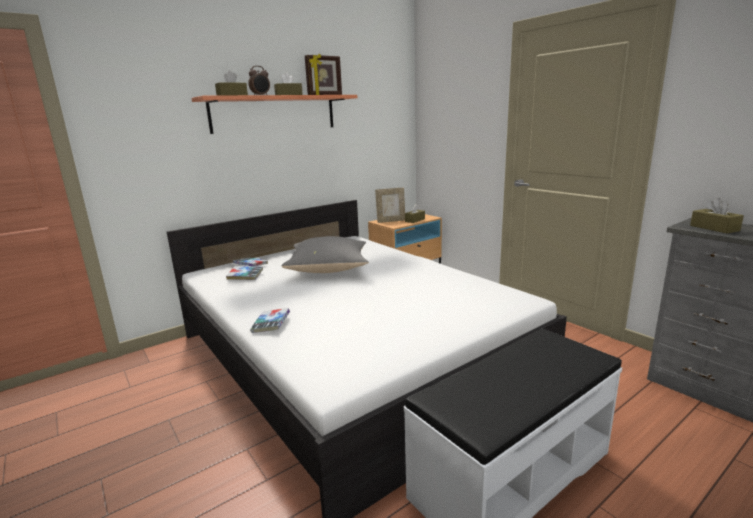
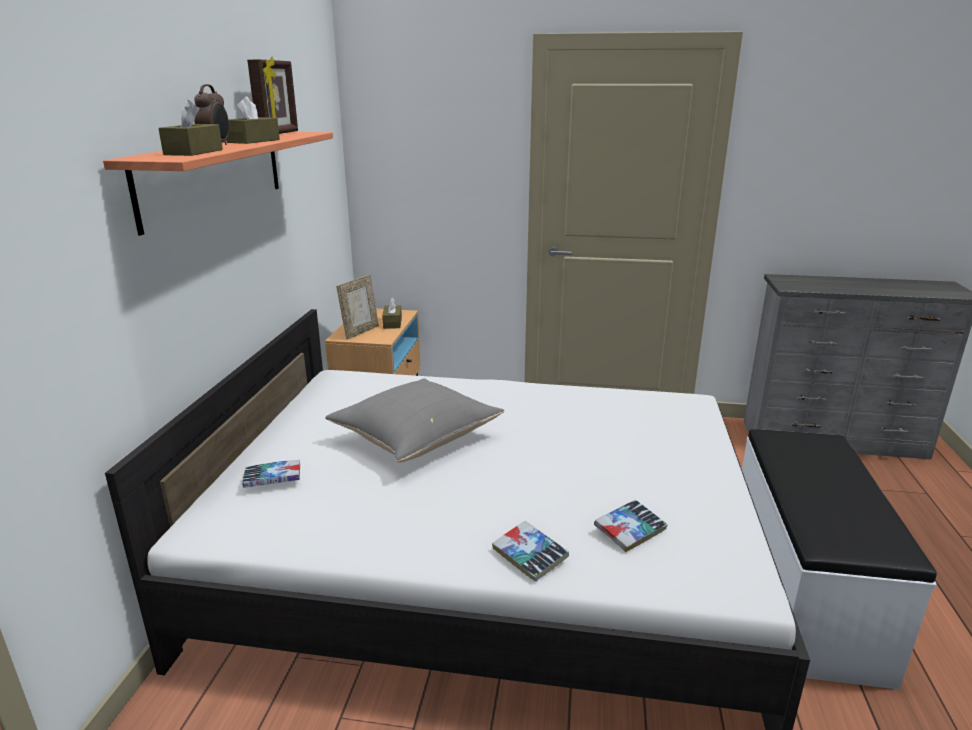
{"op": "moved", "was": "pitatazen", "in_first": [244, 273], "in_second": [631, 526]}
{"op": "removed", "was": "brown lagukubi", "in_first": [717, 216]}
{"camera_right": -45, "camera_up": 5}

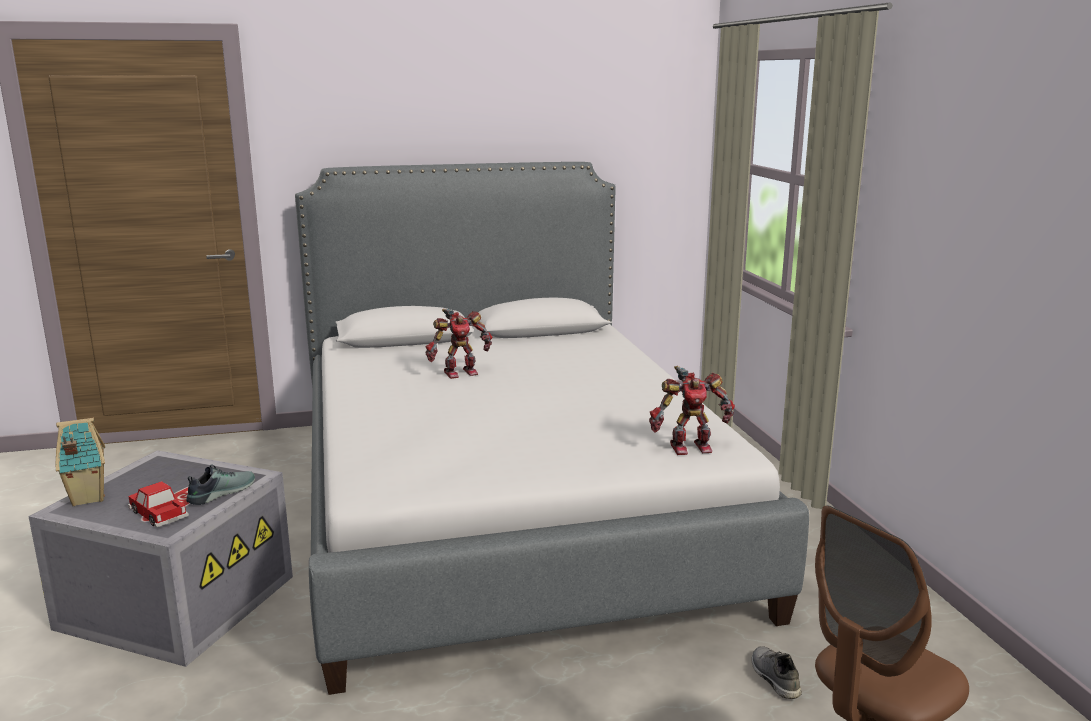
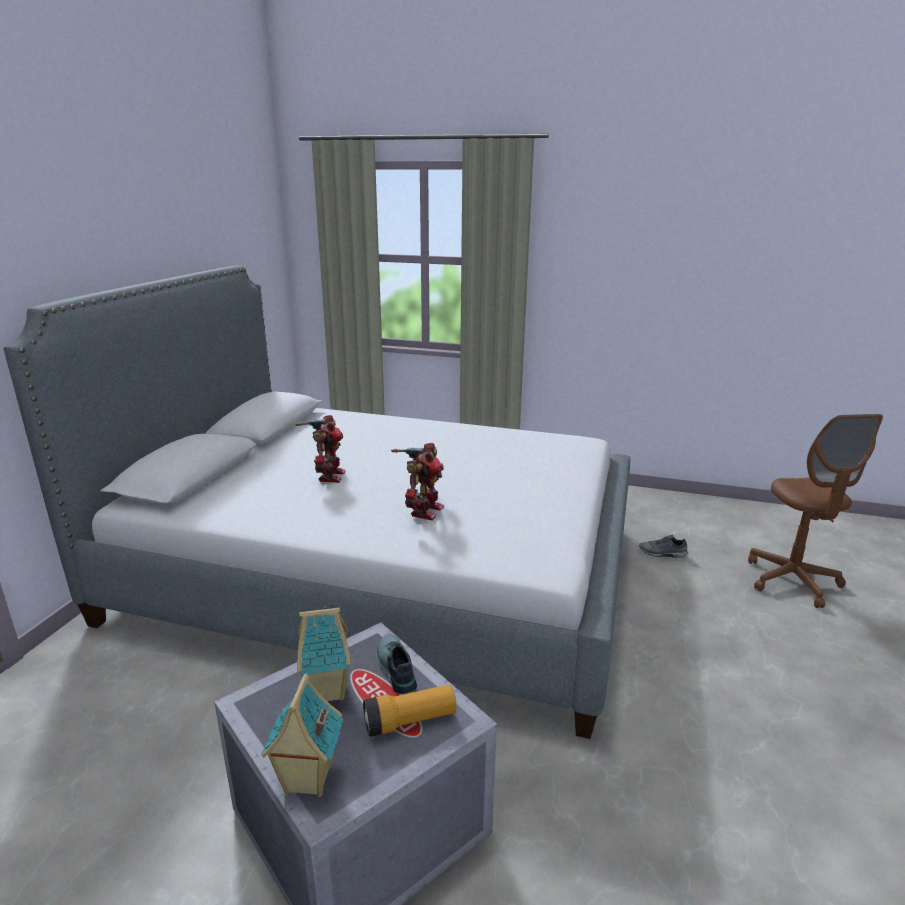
{"op": "replaced", "was": "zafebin", "now": "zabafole", "in_first": [158, 504], "in_second": [409, 711]}
{"op": "moved", "was": "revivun", "in_first": [692, 410], "in_second": [417, 481]}
{"op": "added", "now": "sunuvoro", "in_second": [324, 652]}
{"camera_right": -60, "camera_up": 5}

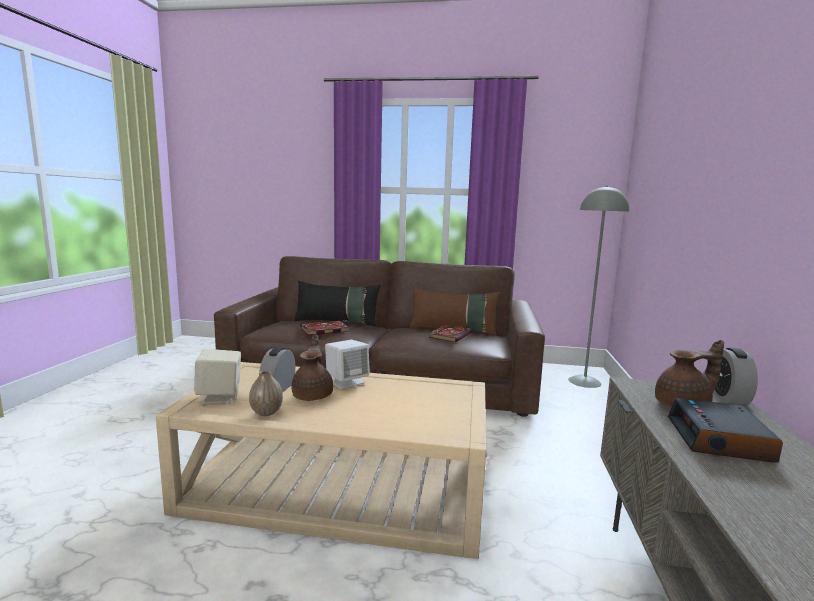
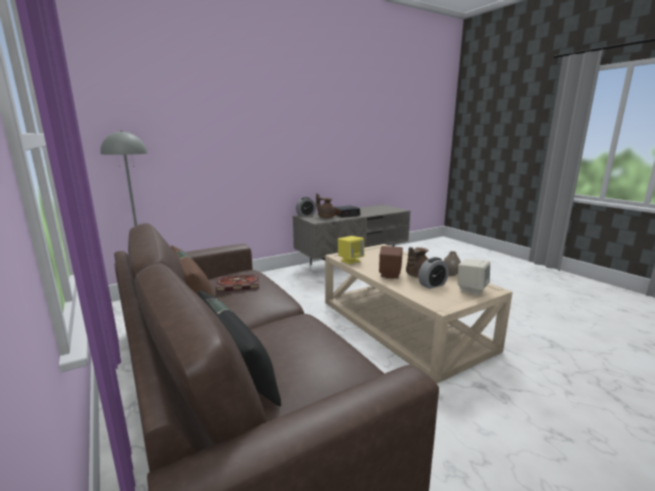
{"op": "removed", "was": "pitatazen", "in_first": [324, 328]}
{"op": "recoloured", "was": "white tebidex", "now": "brown tebidex", "in_first": [347, 364], "in_second": [391, 262]}
{"op": "added", "now": "yellow tebidex", "in_second": [351, 250]}
{"camera_right": -130, "camera_up": 5}

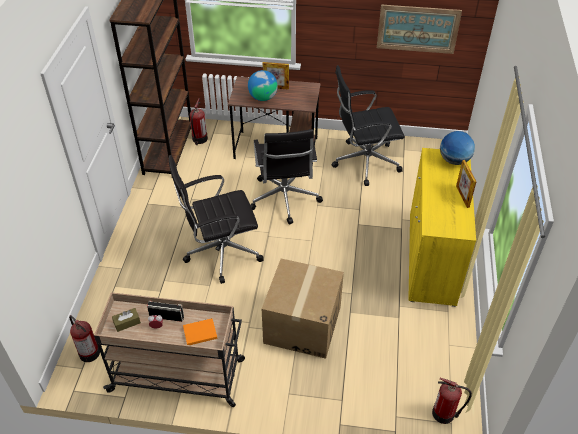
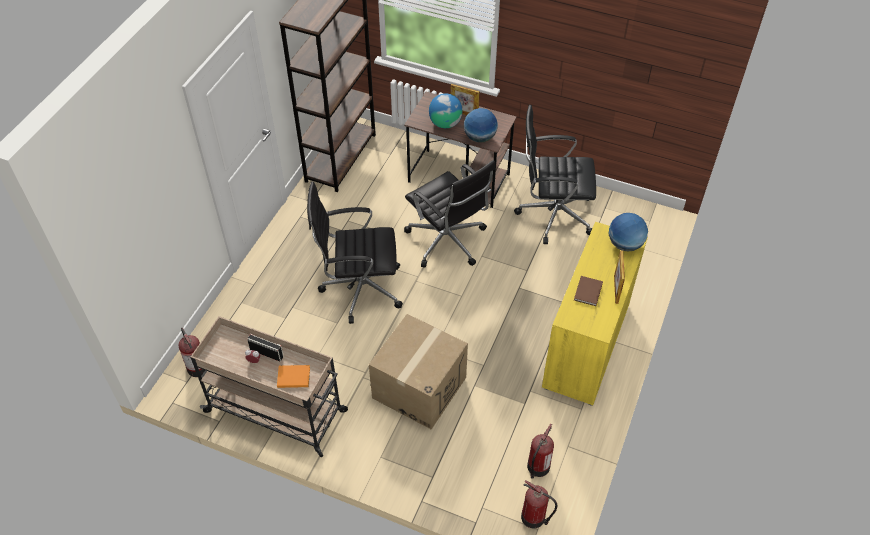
{"op": "removed", "was": "brown lagukubi", "in_first": [126, 320]}
{"op": "moved", "was": "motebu", "in_first": [199, 121], "in_second": [540, 451]}
{"op": "turned", "was": "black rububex", "in_first": [286, 176], "in_second": [449, 214], "clockwise": -45}
{"op": "removed", "was": "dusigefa", "in_first": [419, 29]}
{"op": "added", "now": "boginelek", "in_second": [481, 125]}
{"op": "added", "now": "brown pitatazen", "in_second": [588, 291]}
{"camera_right": 15, "camera_up": 5}

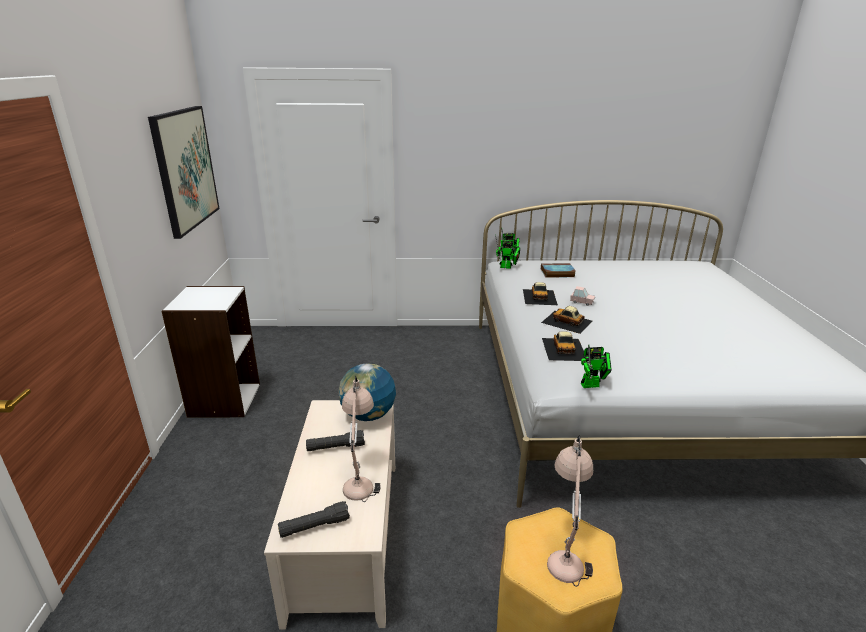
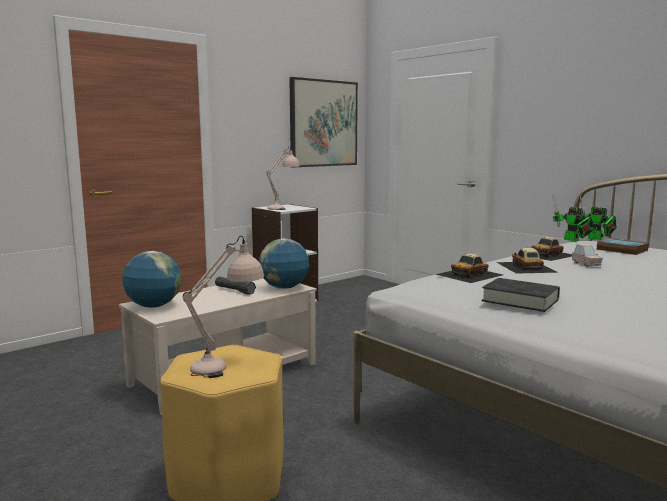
{"op": "replaced", "was": "black zabafole", "now": "boginelek", "in_first": [314, 519], "in_second": [152, 279]}
{"op": "moved", "was": "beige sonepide", "in_first": [361, 439], "in_second": [283, 178]}
{"op": "removed", "was": "revivun", "in_first": [596, 366]}
{"op": "added", "now": "black pitatazen", "in_second": [521, 295]}
{"camera_right": 50, "camera_up": -15}

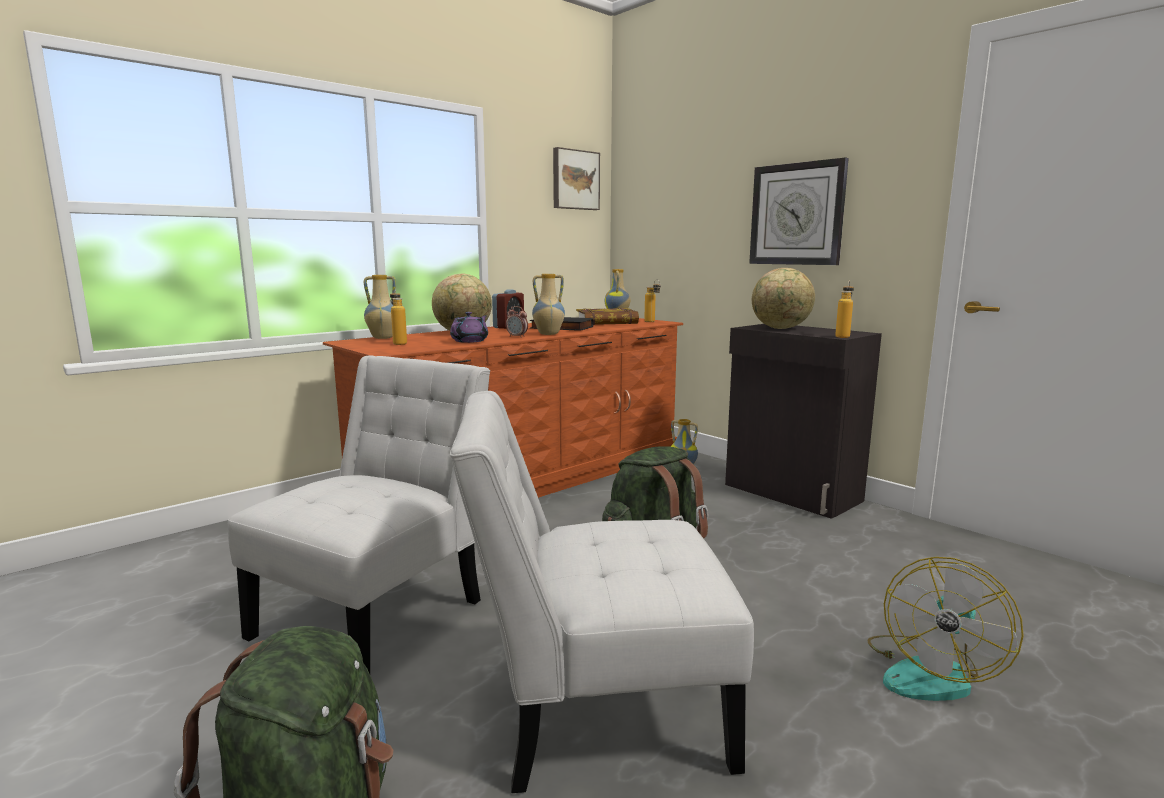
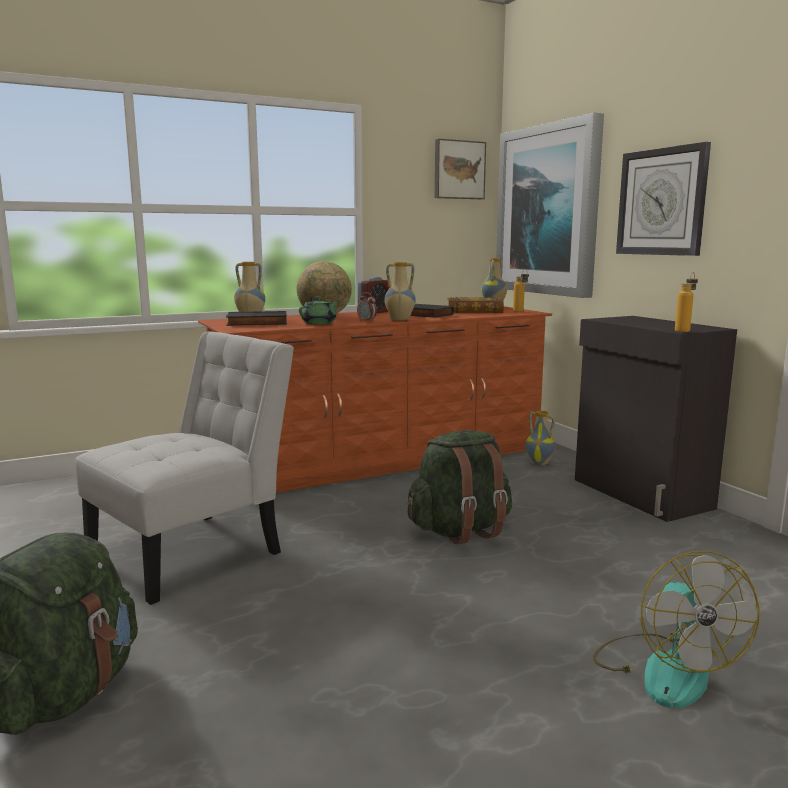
{"op": "replaced", "was": "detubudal", "now": "black pitatazen", "in_first": [398, 316], "in_second": [256, 318]}
{"op": "recoloured", "was": "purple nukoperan", "now": "green nukoperan", "in_first": [469, 327], "in_second": [319, 310]}
{"op": "removed", "was": "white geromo", "in_first": [602, 592]}
{"op": "removed", "was": "boginelek", "in_first": [783, 298]}
{"op": "turned", "was": "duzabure", "in_first": [946, 629], "in_second": [676, 629], "clockwise": -60}
{"op": "added", "now": "dusigefa", "in_second": [550, 205]}
{"camera_right": 15, "camera_up": 0}

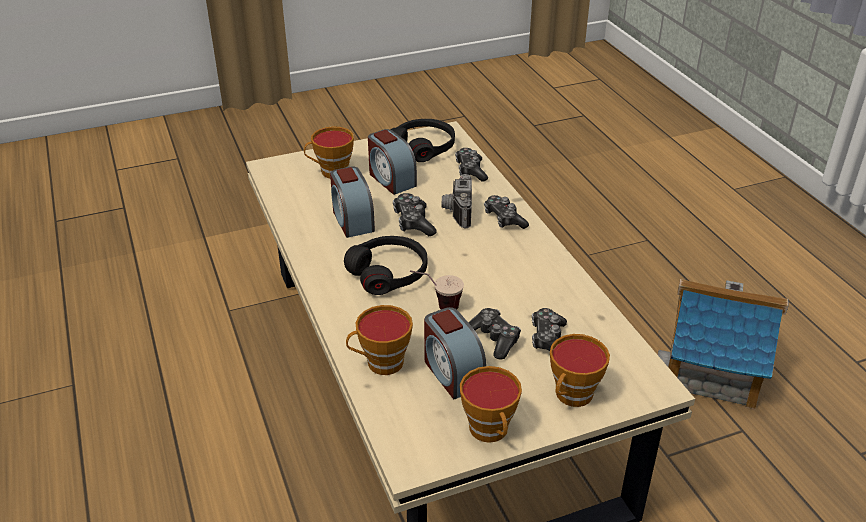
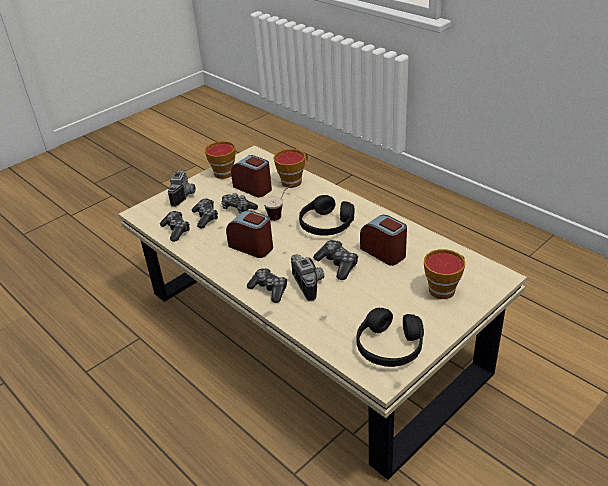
{"op": "moved", "was": "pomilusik", "in_first": [392, 162], "in_second": [249, 234]}
{"op": "moved", "was": "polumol", "in_first": [471, 165], "in_second": [175, 226]}
{"op": "replaced", "was": "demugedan", "now": "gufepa", "in_first": [580, 370], "in_second": [182, 188]}
{"op": "removed", "was": "sunuvoro", "in_first": [723, 344]}
{"camera_right": 160, "camera_up": 0}

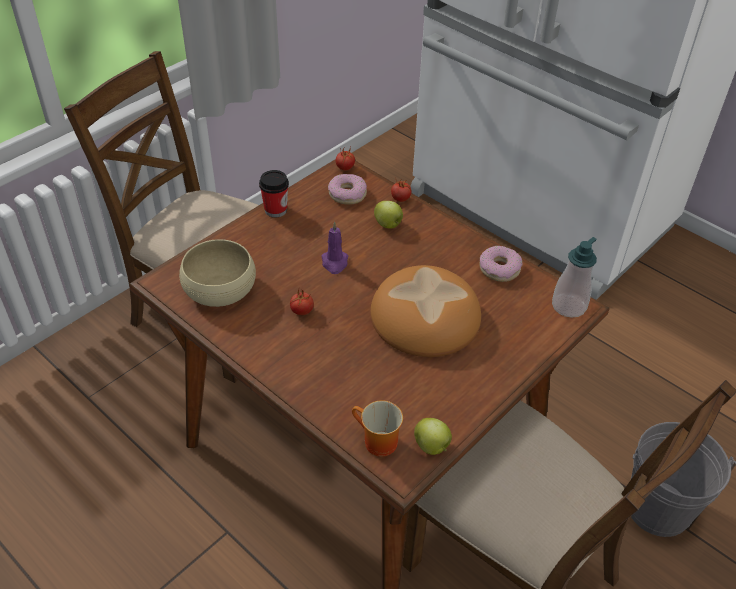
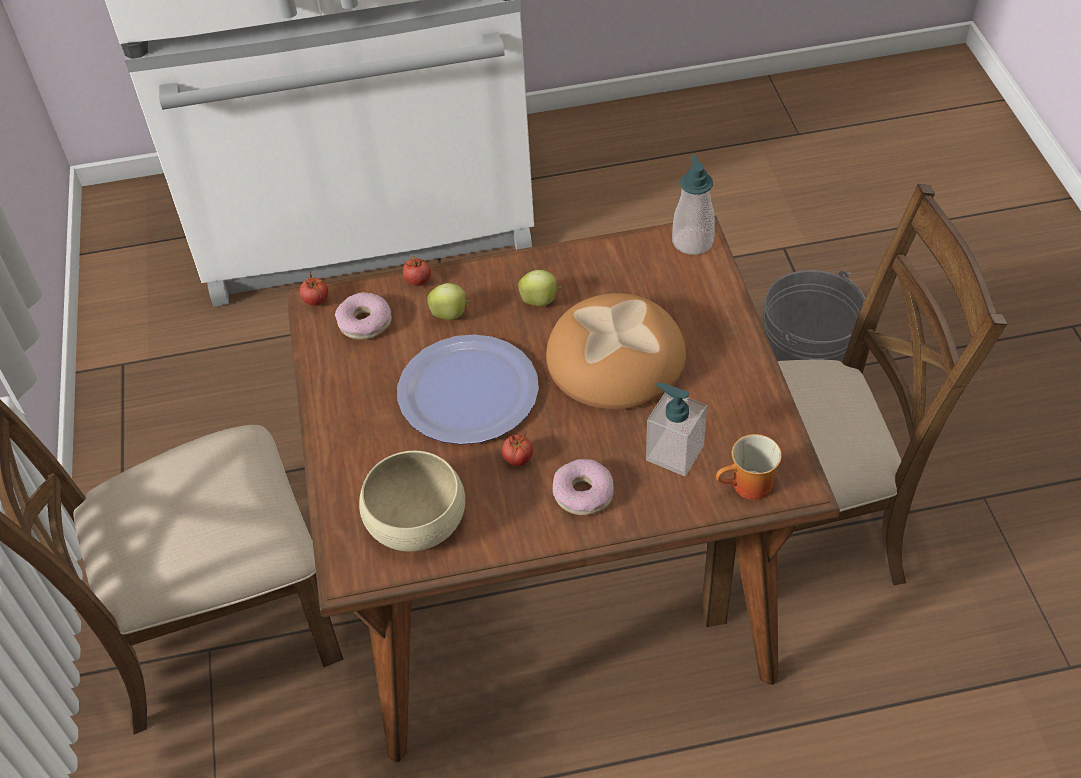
{"op": "removed", "was": "demugedan", "in_first": [274, 193]}
{"op": "replaced", "was": "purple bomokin", "now": "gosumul", "in_first": [334, 247], "in_second": [468, 389]}
{"op": "moved", "was": "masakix", "in_first": [433, 436], "in_second": [539, 288]}
{"op": "moved", "was": "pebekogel", "in_first": [500, 264], "in_second": [583, 487]}
{"op": "added", "now": "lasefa", "in_second": [676, 429]}
{"camera_right": -50, "camera_up": 5}

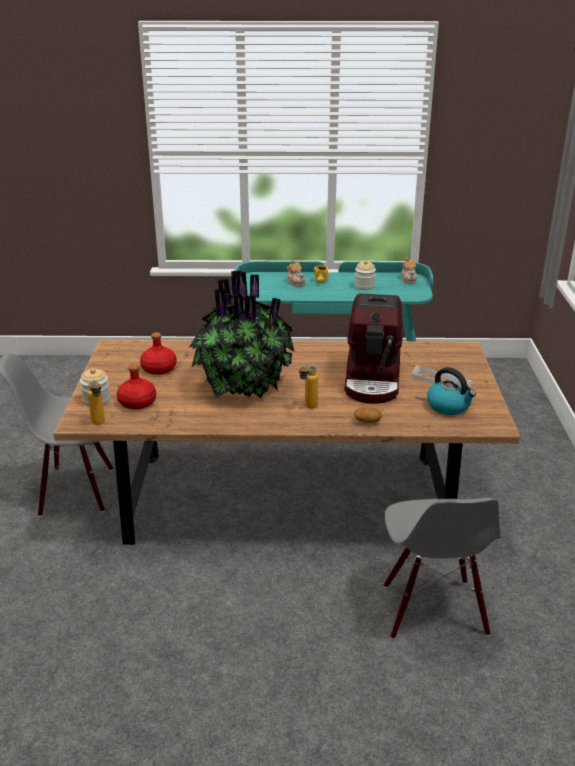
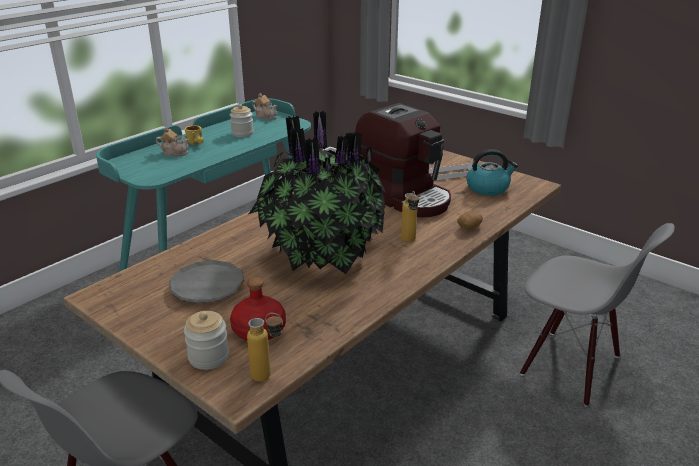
{"op": "replaced", "was": "red detubudal", "now": "grey gosumul", "in_first": [158, 353], "in_second": [206, 281]}
{"camera_right": -50, "camera_up": 0}

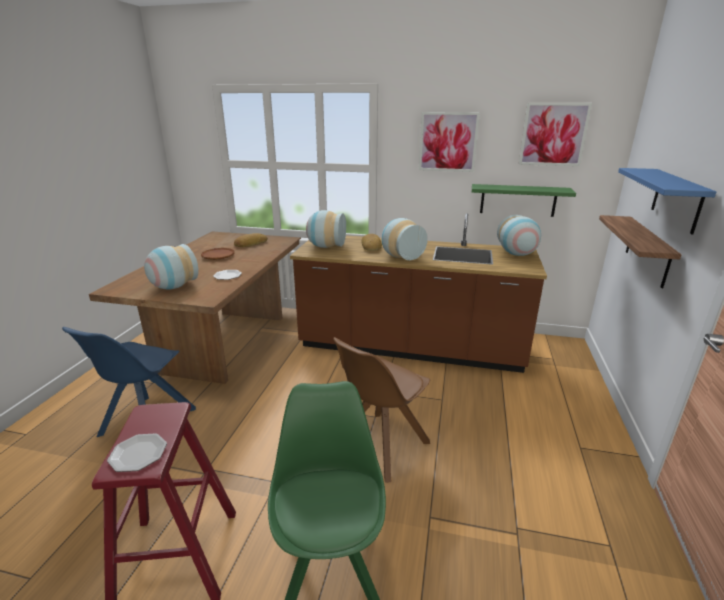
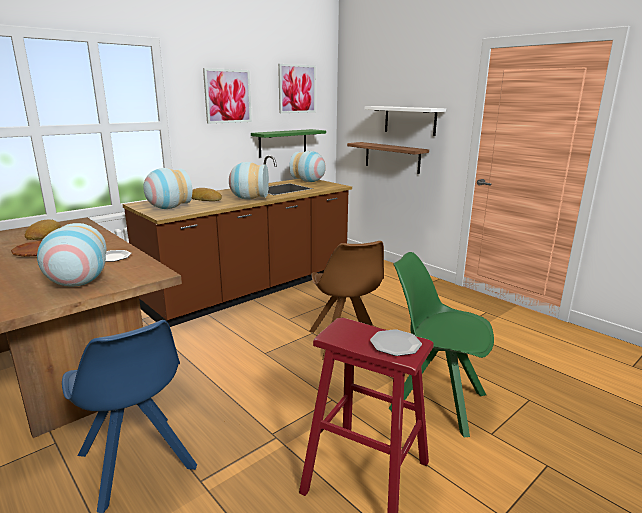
{"op": "recoloured", "was": "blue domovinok", "now": "white domovinok", "in_first": [667, 201], "in_second": [405, 121]}
{"camera_right": -55, "camera_up": -5}

